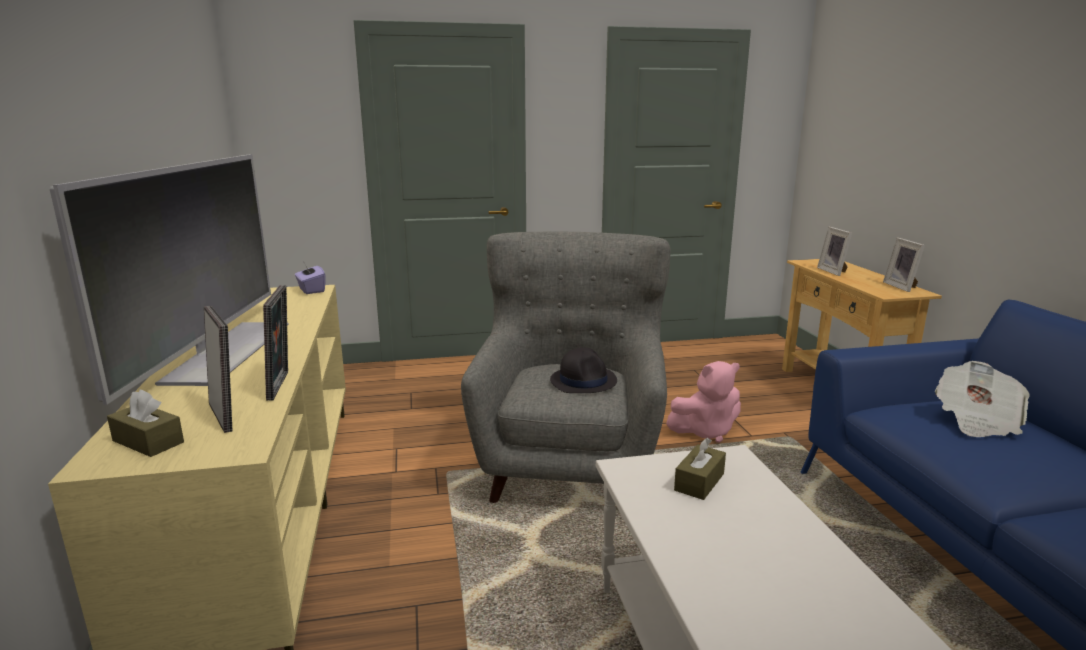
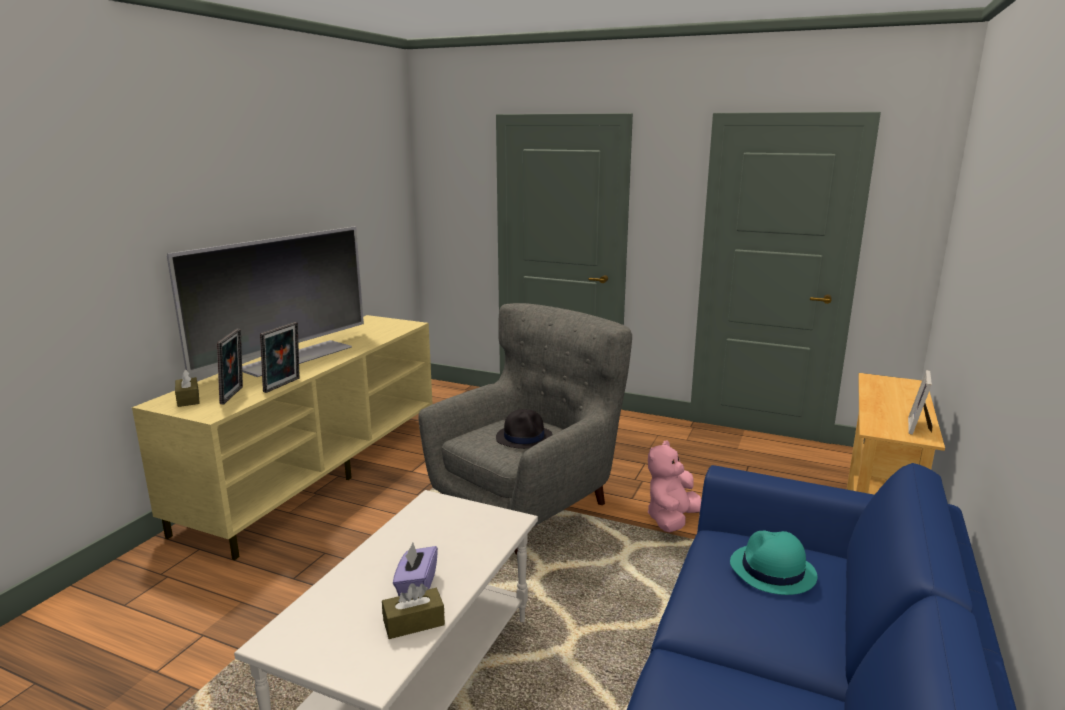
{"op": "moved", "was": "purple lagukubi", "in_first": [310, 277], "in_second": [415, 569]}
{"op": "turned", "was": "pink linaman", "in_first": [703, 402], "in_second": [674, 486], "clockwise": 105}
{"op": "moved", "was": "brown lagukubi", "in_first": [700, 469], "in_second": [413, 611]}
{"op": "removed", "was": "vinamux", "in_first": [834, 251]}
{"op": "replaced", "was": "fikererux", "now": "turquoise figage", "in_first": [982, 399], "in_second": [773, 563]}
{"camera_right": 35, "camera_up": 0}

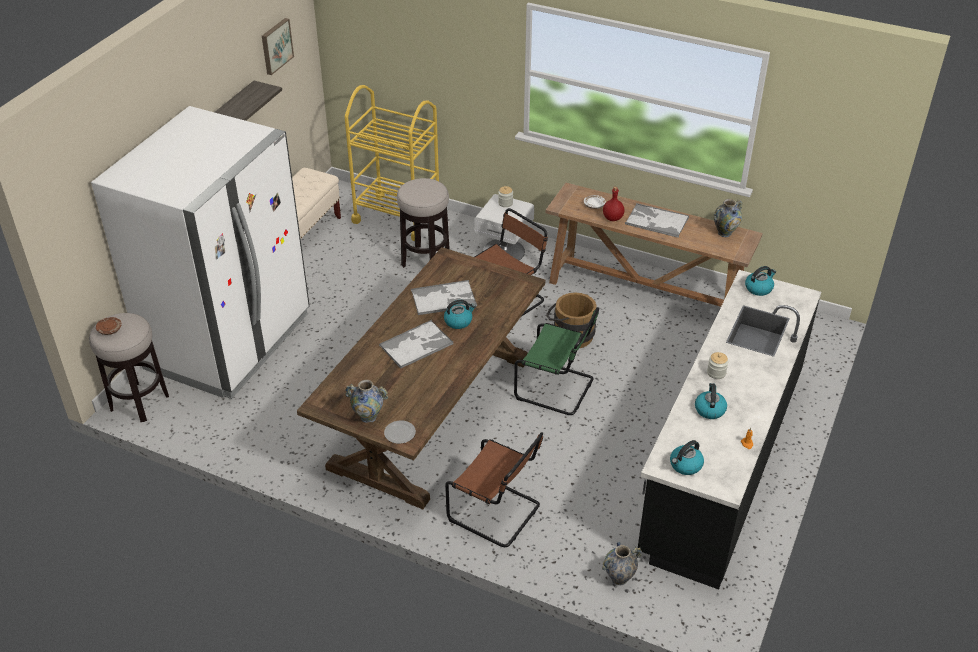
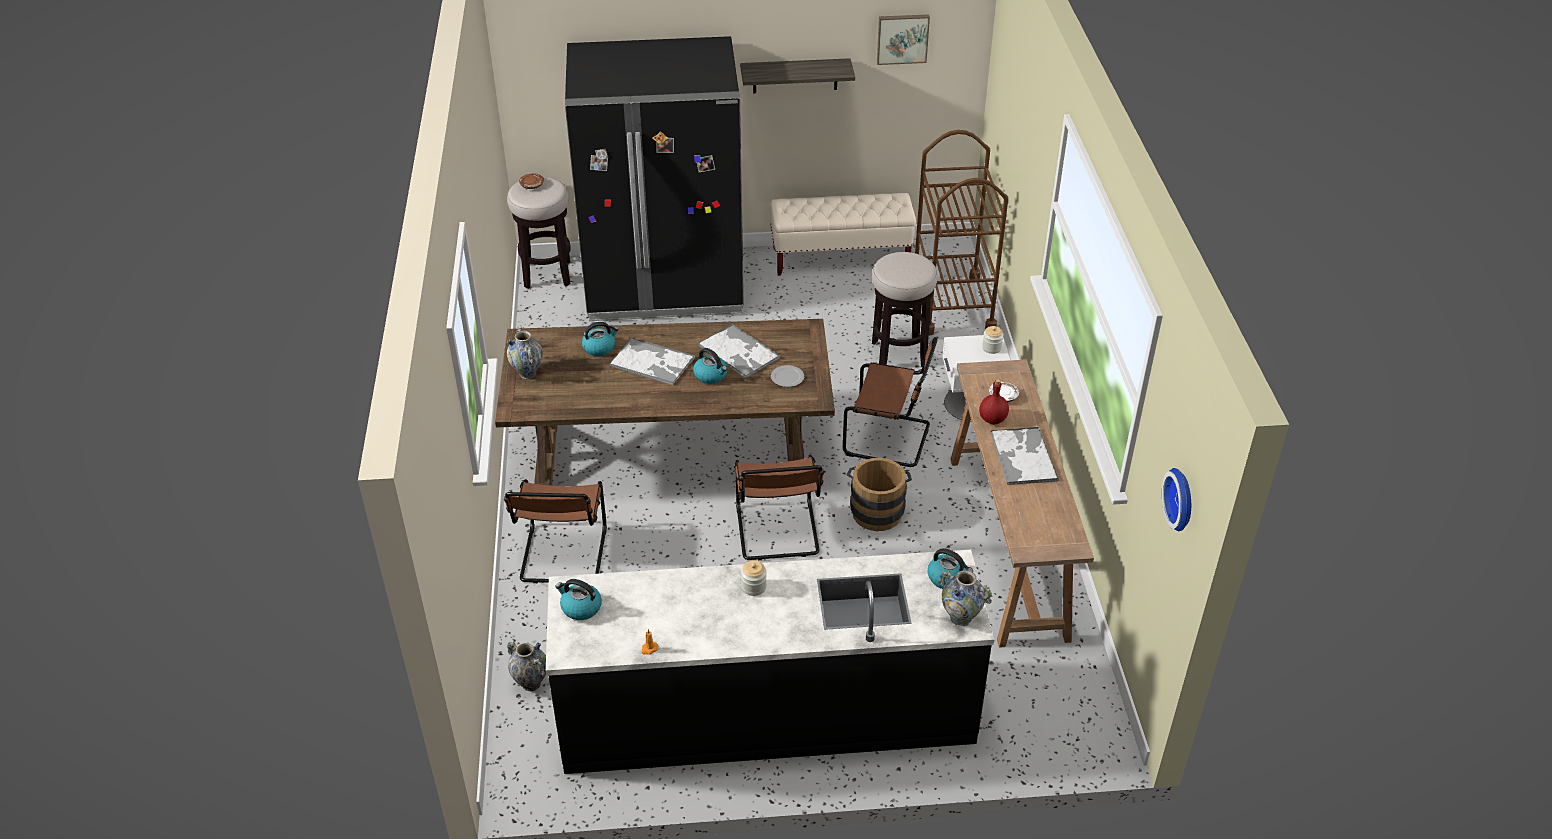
{"op": "recoloured", "was": "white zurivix", "now": "black zurivix", "in_first": [200, 252], "in_second": [654, 178]}
{"op": "recoloured", "was": "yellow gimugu", "now": "brown gimugu", "in_first": [392, 163], "in_second": [961, 233]}
{"op": "moved", "was": "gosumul", "in_first": [400, 432], "in_second": [787, 376]}
{"op": "recoloured", "was": "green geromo", "now": "brown geromo", "in_first": [556, 361], "in_second": [779, 507]}
{"op": "moved", "was": "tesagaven", "in_first": [711, 401], "in_second": [600, 339]}
{"op": "moved", "was": "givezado", "in_first": [728, 218], "in_second": [965, 598]}
{"op": "added", "now": "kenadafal", "in_second": [1176, 499]}
{"camera_right": 60, "camera_up": 0}

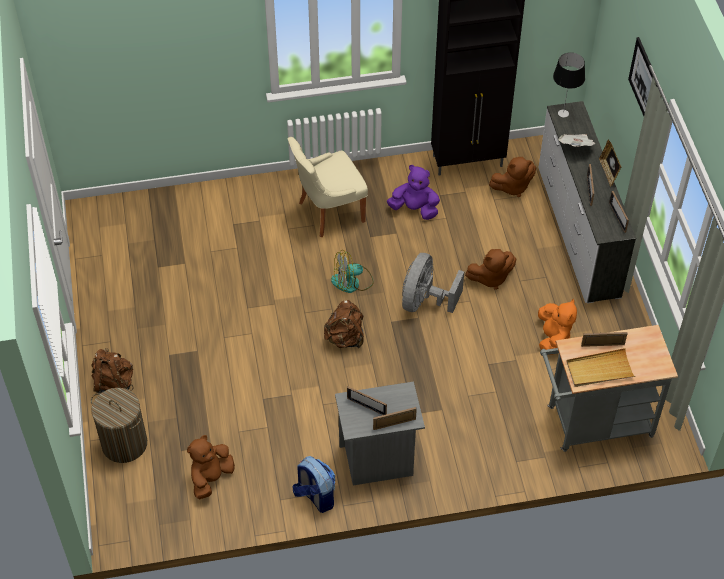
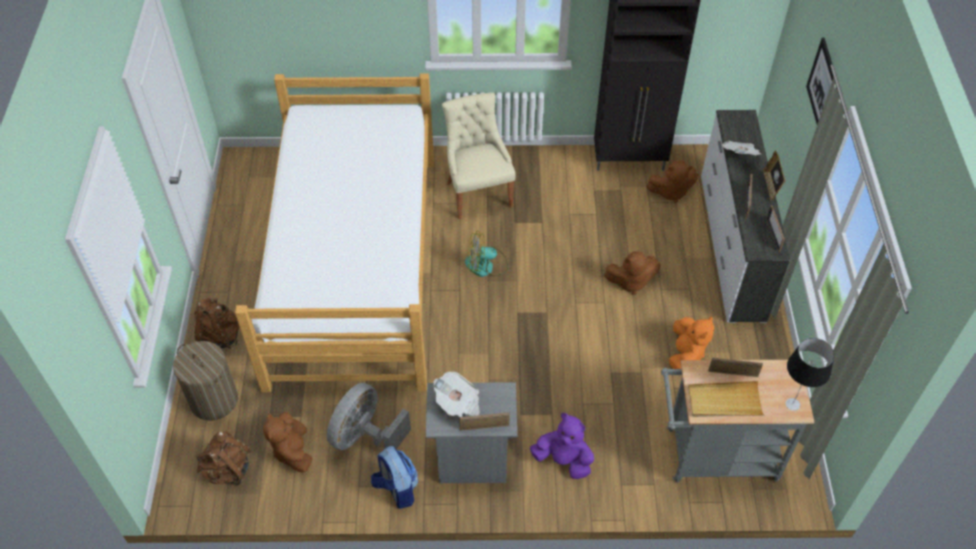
{"op": "turned", "was": "brown linaman", "in_first": [211, 467], "in_second": [287, 442], "clockwise": -60}
{"op": "turned", "was": "beige geromo", "in_first": [327, 187], "in_second": [479, 156], "clockwise": 90}
{"op": "moved", "was": "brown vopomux", "in_first": [344, 324], "in_second": [223, 458]}
{"op": "replaced", "was": "vinamux", "now": "fikererux", "in_first": [367, 401], "in_second": [456, 394]}
{"op": "moved", "was": "purple linaman", "in_first": [413, 192], "in_second": [562, 446]}
{"op": "moved", "was": "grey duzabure", "in_first": [433, 283], "in_second": [369, 416]}
{"op": "moved", "was": "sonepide", "in_first": [569, 85], "in_second": [810, 374]}
{"op": "added", "now": "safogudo", "in_second": [334, 232]}
{"camera_right": 10, "camera_up": 0}

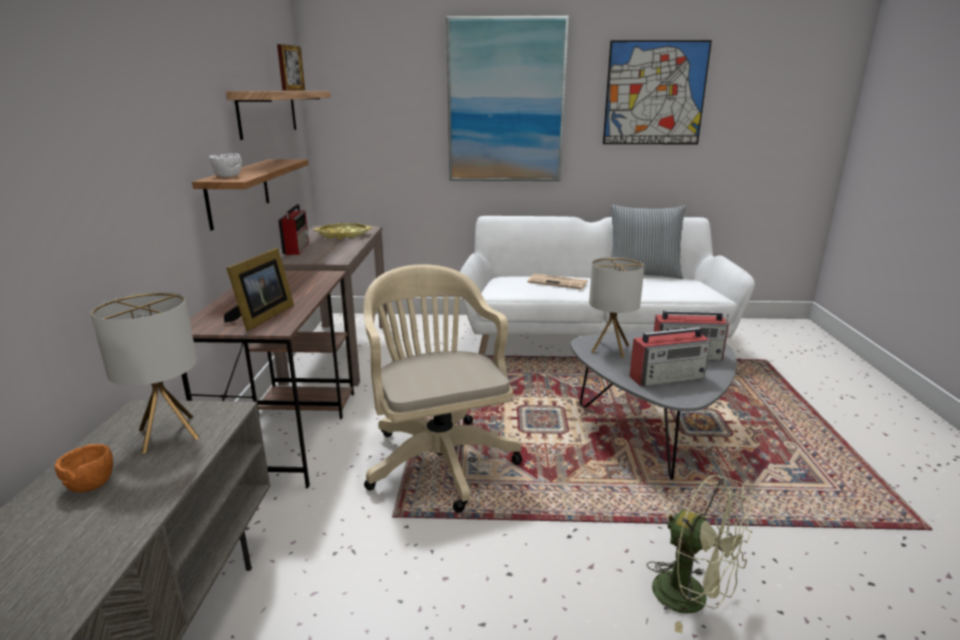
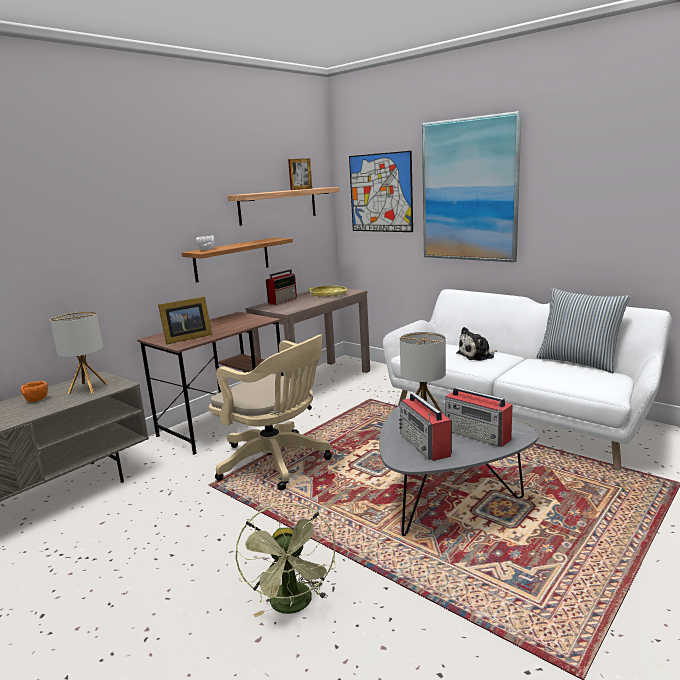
{"op": "turned", "was": "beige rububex", "in_first": [443, 388], "in_second": [270, 412], "clockwise": 105}
{"op": "replaced", "was": "fikererux", "now": "linaman", "in_first": [557, 281], "in_second": [476, 344]}
{"op": "moved", "was": "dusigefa", "in_first": [657, 92], "in_second": [381, 191]}
{"op": "turned", "was": "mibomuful", "in_first": [670, 356], "in_second": [425, 427], "clockwise": 45}
{"camera_right": 40, "camera_up": -5}

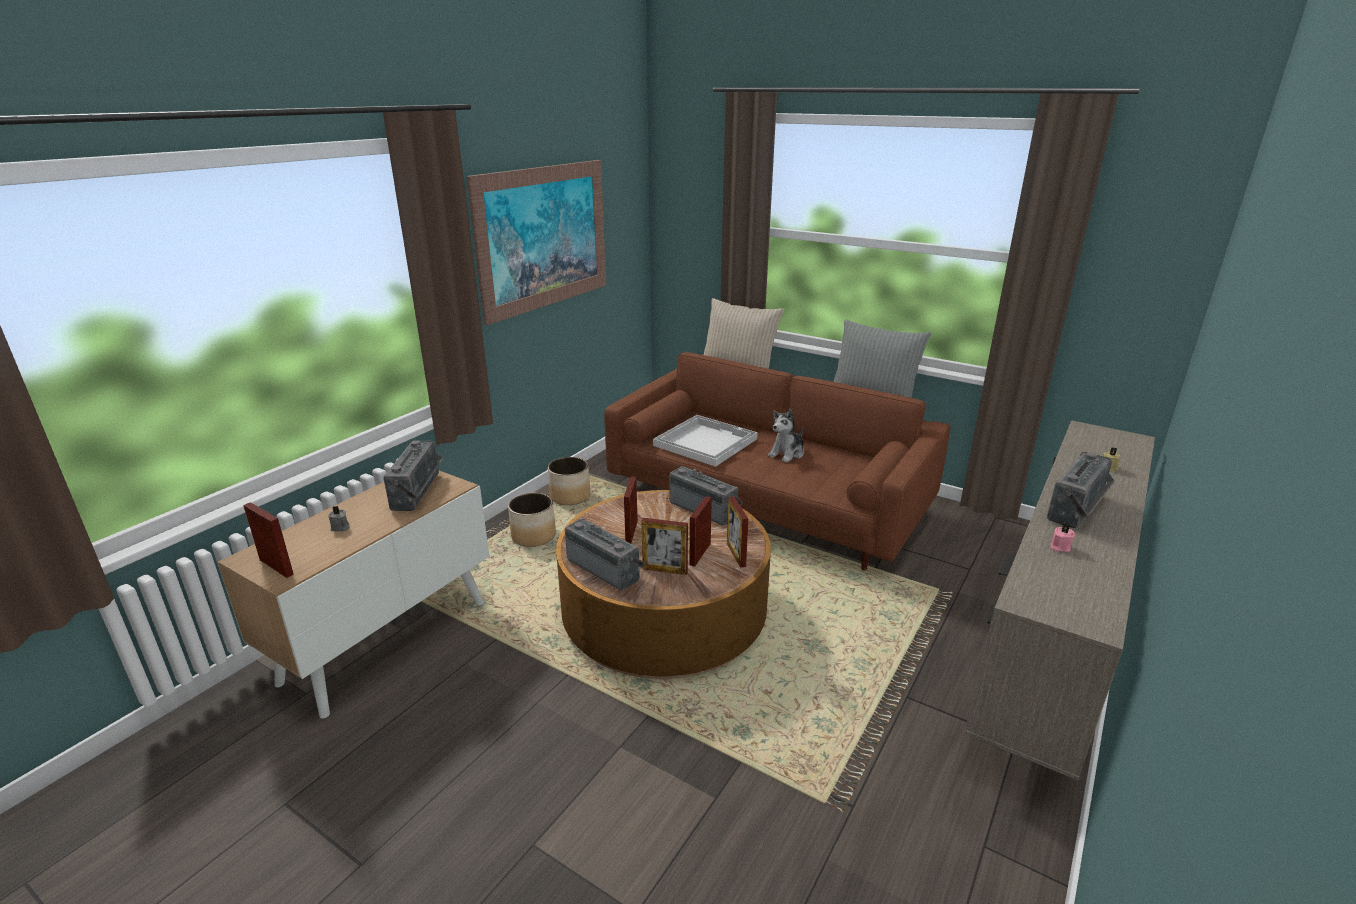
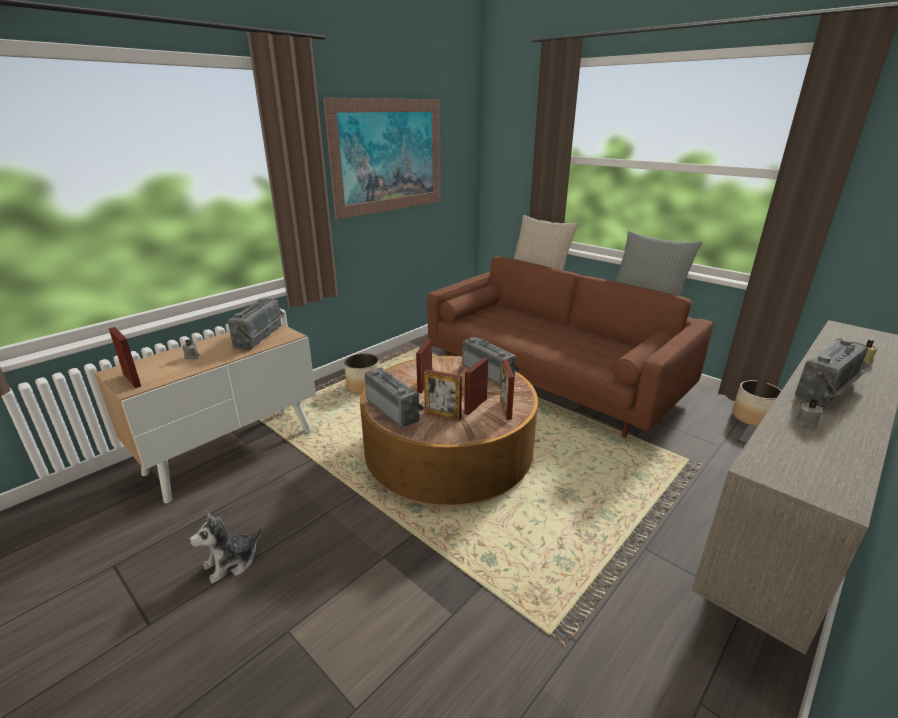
{"op": "moved", "was": "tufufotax", "in_first": [569, 481], "in_second": [756, 403]}
{"op": "removed", "was": "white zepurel", "in_first": [705, 441]}
{"op": "moved", "was": "linaman", "in_first": [786, 436], "in_second": [225, 547]}
{"op": "recoloured", "was": "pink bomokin", "now": "grey bomokin", "in_first": [1062, 537], "in_second": [809, 413]}
{"camera_right": 10, "camera_up": 0}

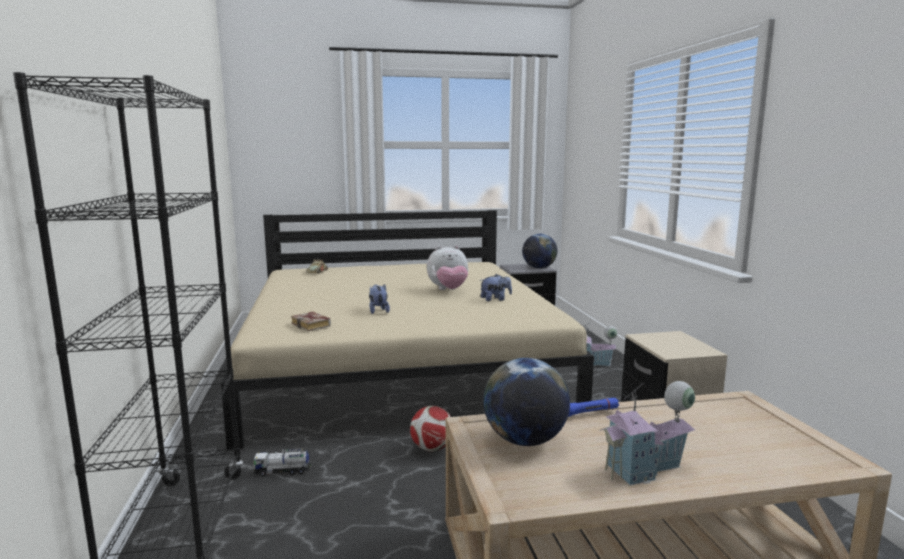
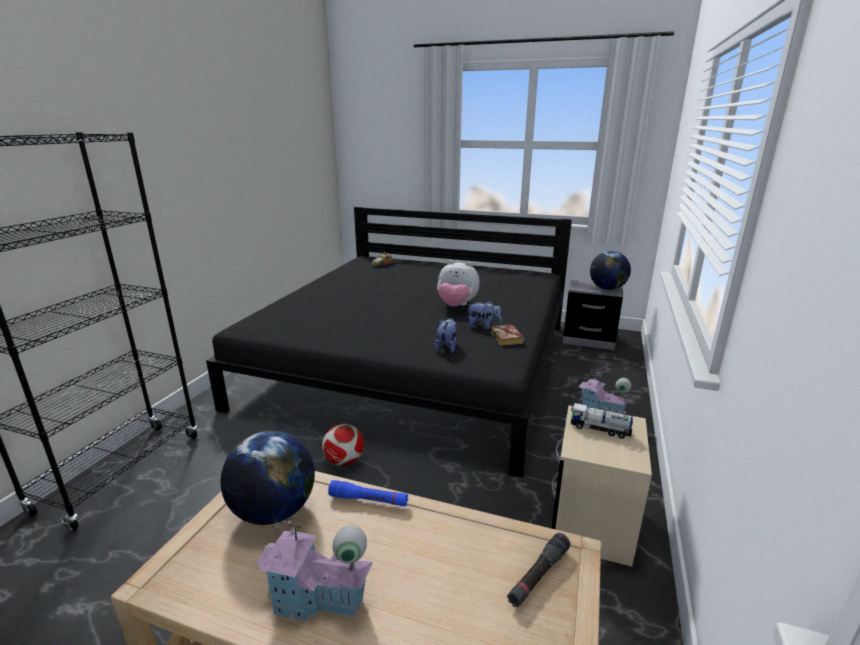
{"op": "recoloured", "was": "beige safogudo", "now": "black safogudo", "in_first": [407, 330], "in_second": [389, 342]}
{"op": "moved", "was": "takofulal", "in_first": [282, 462], "in_second": [602, 421]}
{"op": "moved", "was": "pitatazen", "in_first": [311, 321], "in_second": [507, 335]}
{"op": "moved", "was": "linaman", "in_first": [379, 299], "in_second": [445, 335]}
{"op": "added", "now": "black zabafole", "in_second": [538, 570]}
{"camera_right": 30, "camera_up": 10}

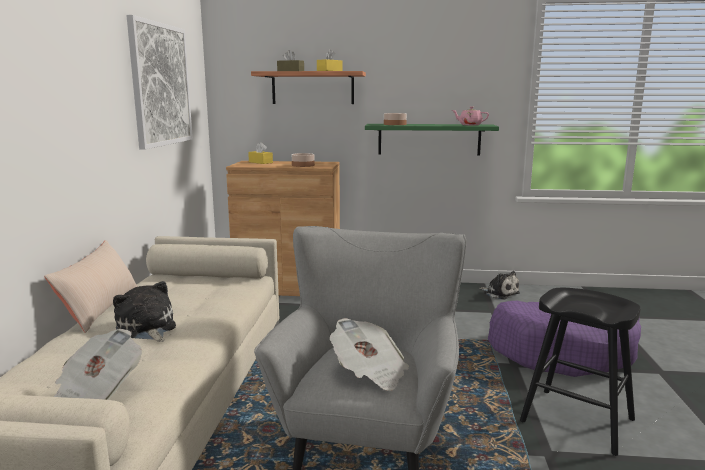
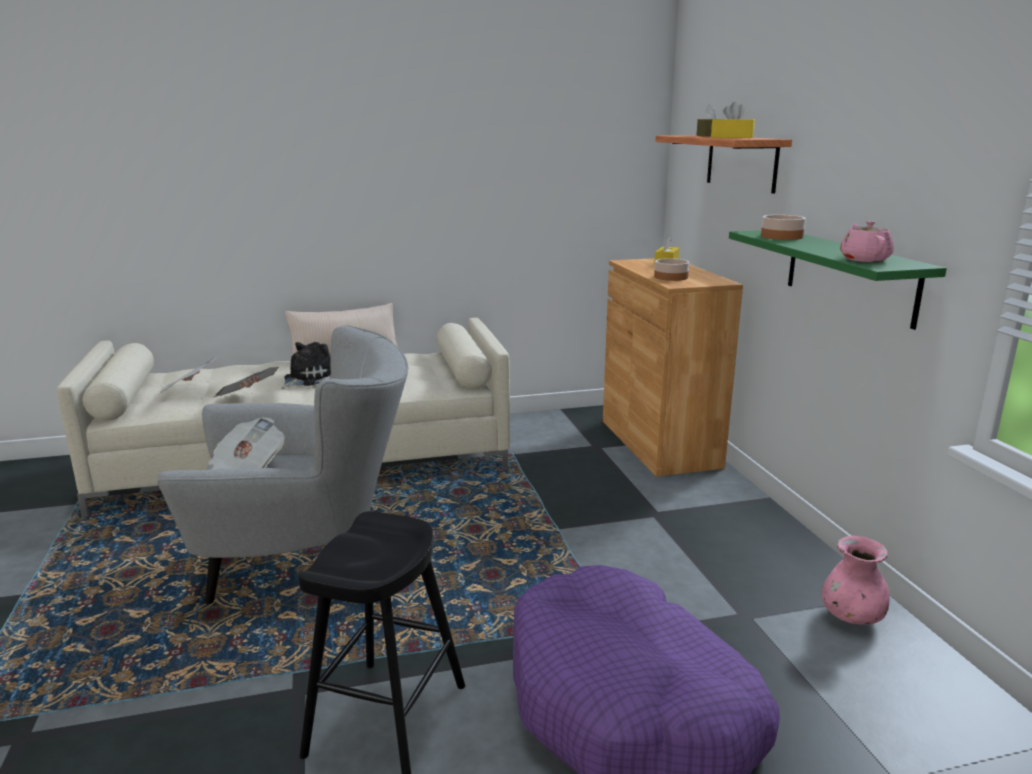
{"op": "removed", "was": "dusigefa", "in_first": [159, 82]}
{"op": "replaced", "was": "linaman", "now": "pink givezado", "in_first": [499, 285], "in_second": [856, 580]}
{"op": "added", "now": "fikererux", "in_second": [246, 382]}
{"camera_right": 70, "camera_up": 5}

